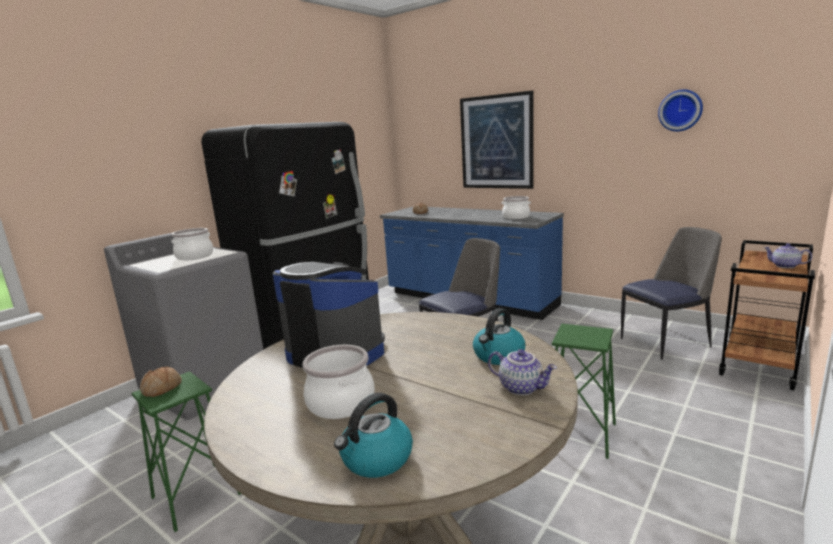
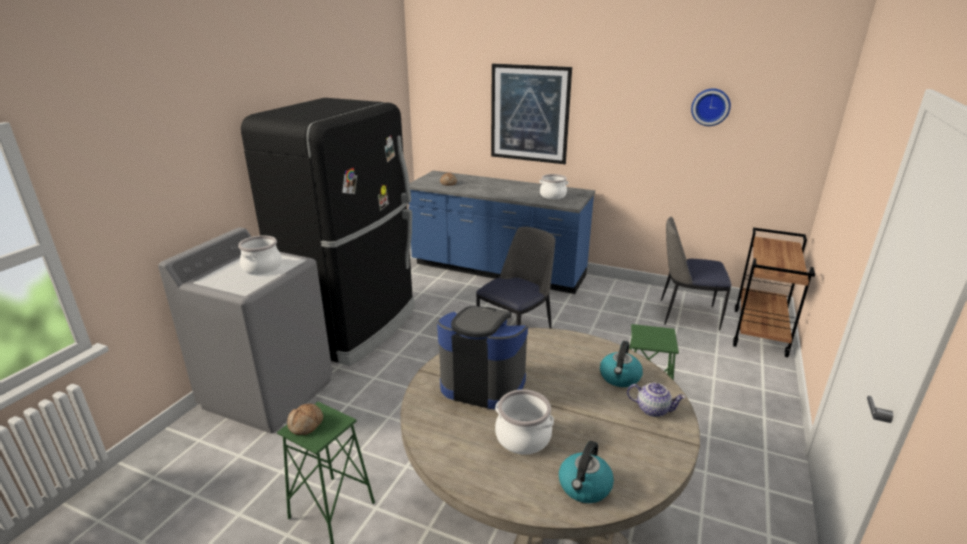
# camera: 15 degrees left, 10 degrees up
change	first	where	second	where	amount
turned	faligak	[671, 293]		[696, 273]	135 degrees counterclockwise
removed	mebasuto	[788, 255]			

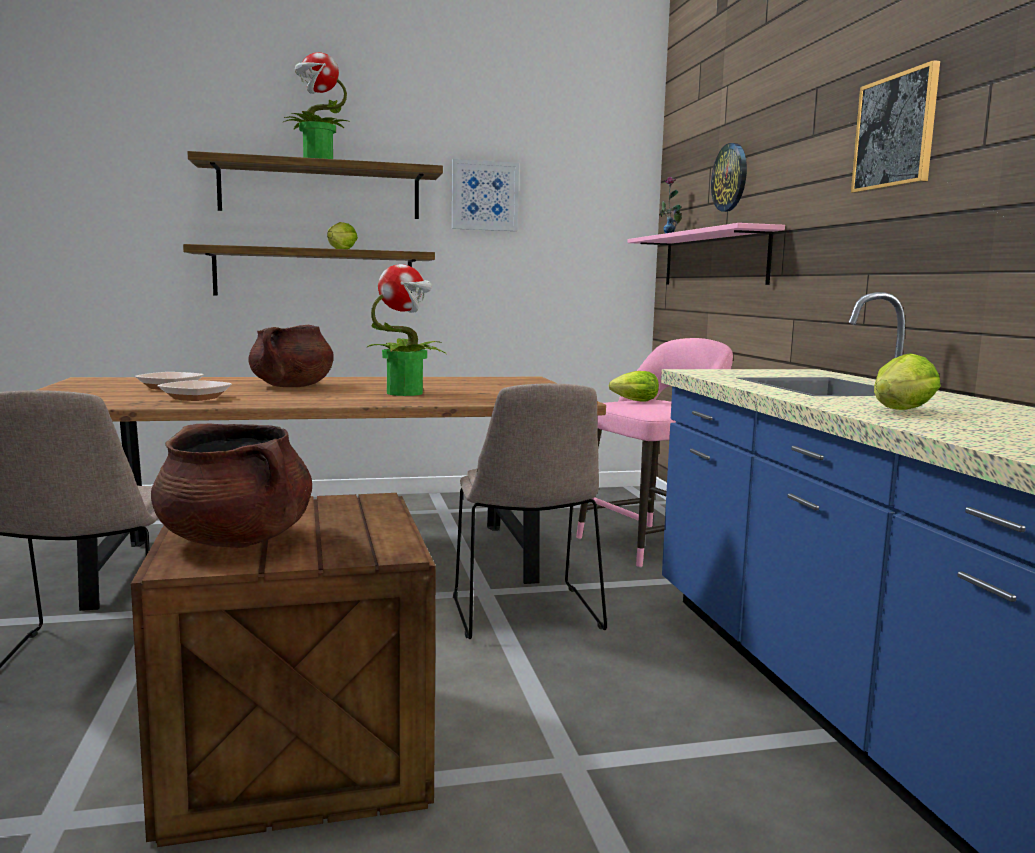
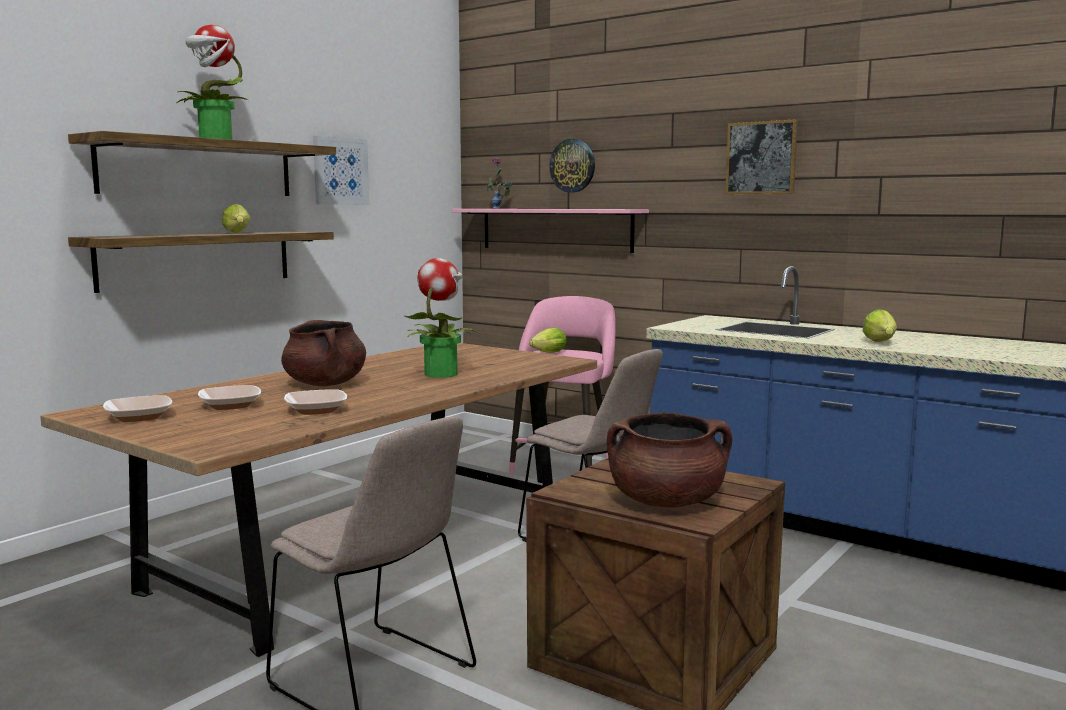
# camera: 40 degrees left, 0 degrees up
change	first	where	second	where	amount
added			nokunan	[137, 408]	

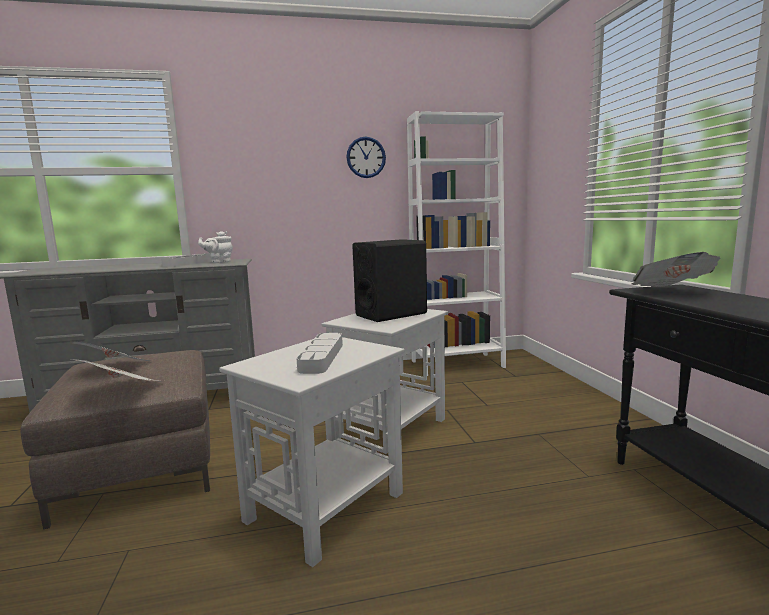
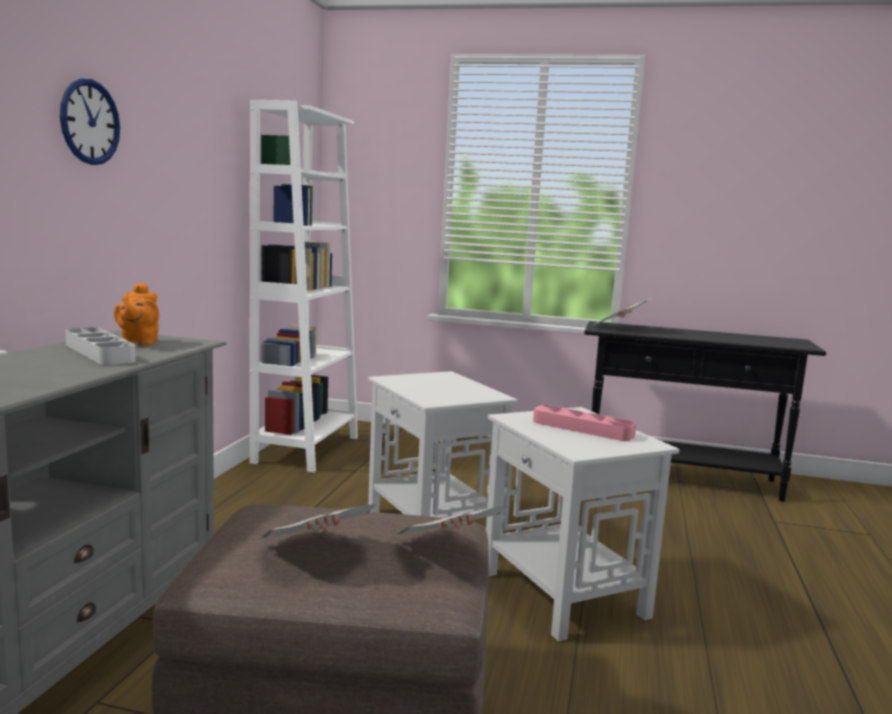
# camera: 65 degrees left, 0 degrees up
change	first	where	second	where	amount
moved	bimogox	[366, 157]		[90, 122]	
recoloured	white mebasuto	[215, 247]	orange mebasuto	[136, 314]	
removed	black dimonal	[389, 280]			
recoloured	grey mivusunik	[320, 353]	pink mivusunik	[584, 423]	

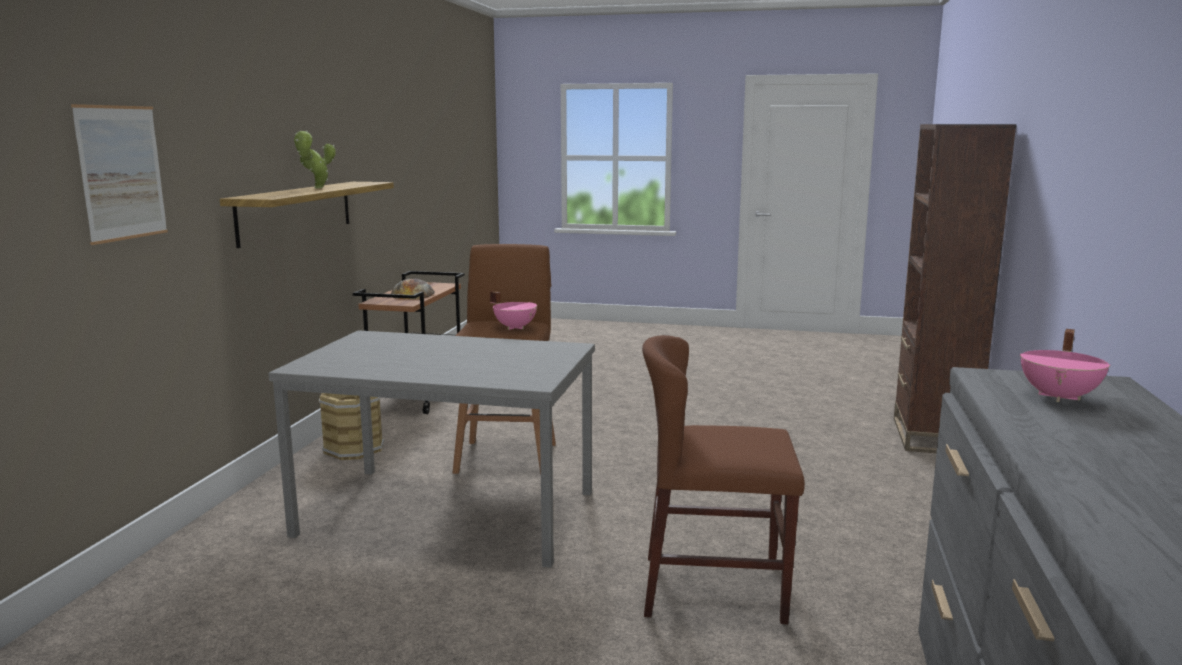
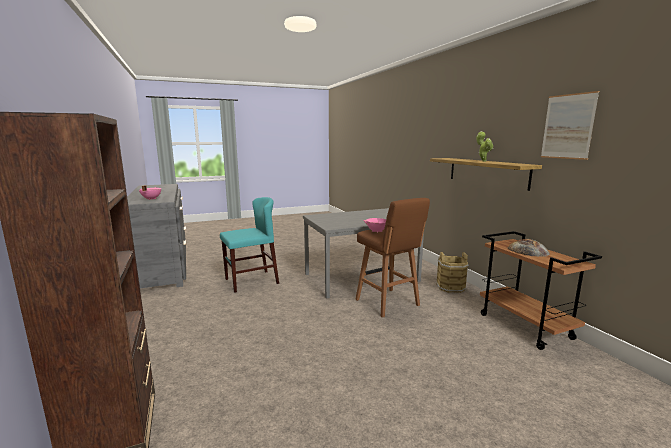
# camera: 145 degrees right, 0 degrees up
change	first	where	second	where	amount
moved	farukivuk	[119, 174]		[570, 125]	
recoloured	brown faligak	[723, 479]	turquoise faligak	[249, 245]	

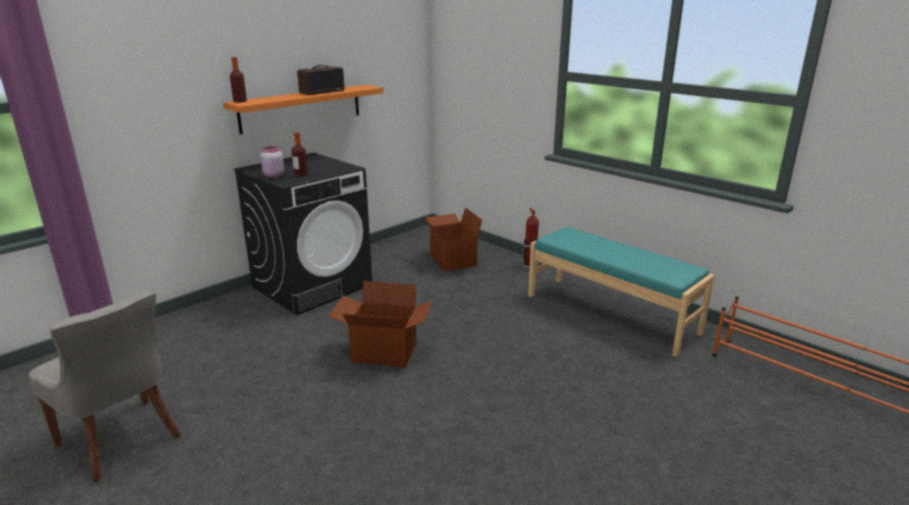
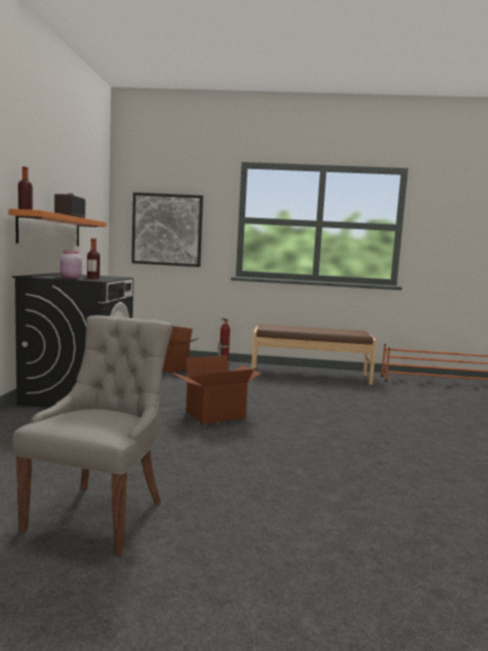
# camera: 40 degrees left, 15 degrees down
change	first	where	second	where	amount
recoloured	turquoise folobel	[621, 292]	brown folobel	[314, 354]	
turned	grey faligak	[104, 386]		[93, 435]	75 degrees counterclockwise
added			farukivuk	[167, 229]	

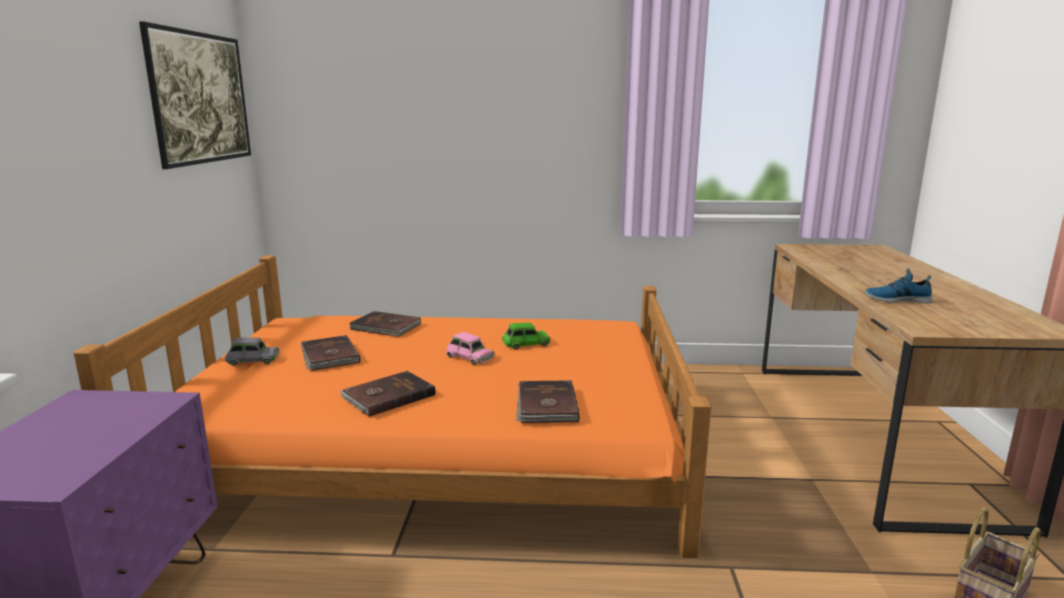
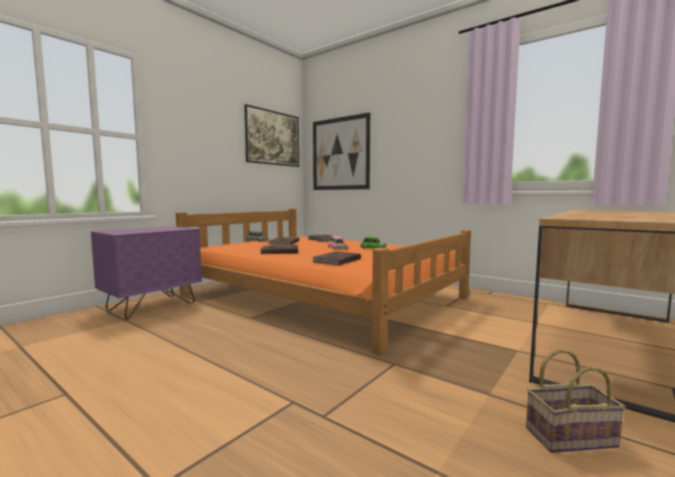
# camera: 35 degrees right, 10 degrees down
change	first	where	second	where	amount
removed	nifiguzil	[898, 286]			
added			farukivuk	[341, 151]	

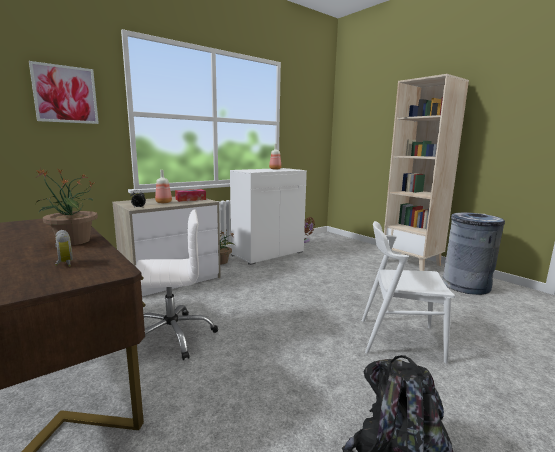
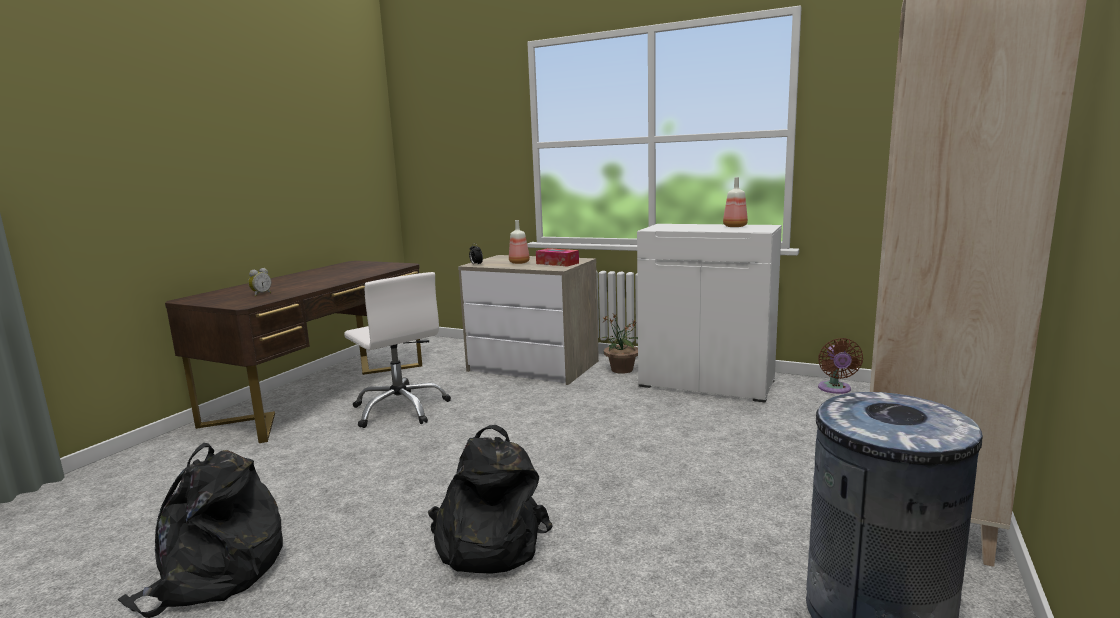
# camera: 65 degrees right, 0 degrees up
change	first	where	second	where	amount
removed	farukivuk	[64, 92]			
removed	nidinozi	[67, 206]			
replaced	white faligak	[409, 292]	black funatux	[490, 499]	

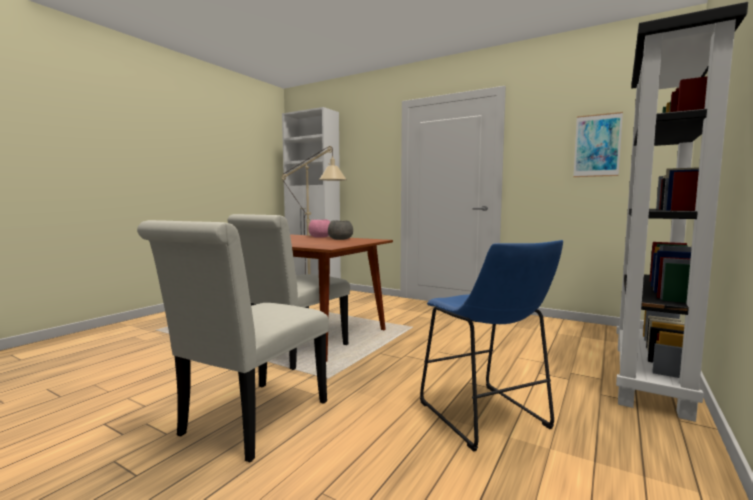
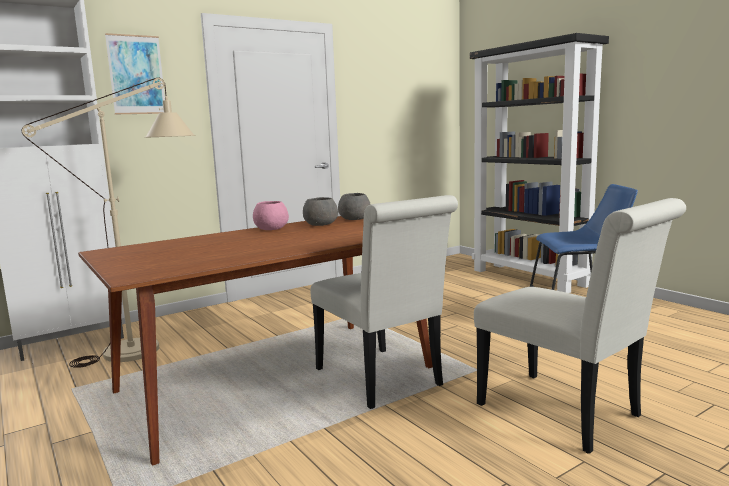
# camera: 65 degrees left, 5 degrees up
change	first	where	second	where	amount
moved	farukivuk	[598, 144]		[135, 73]	
added			grey nokunan	[354, 206]	

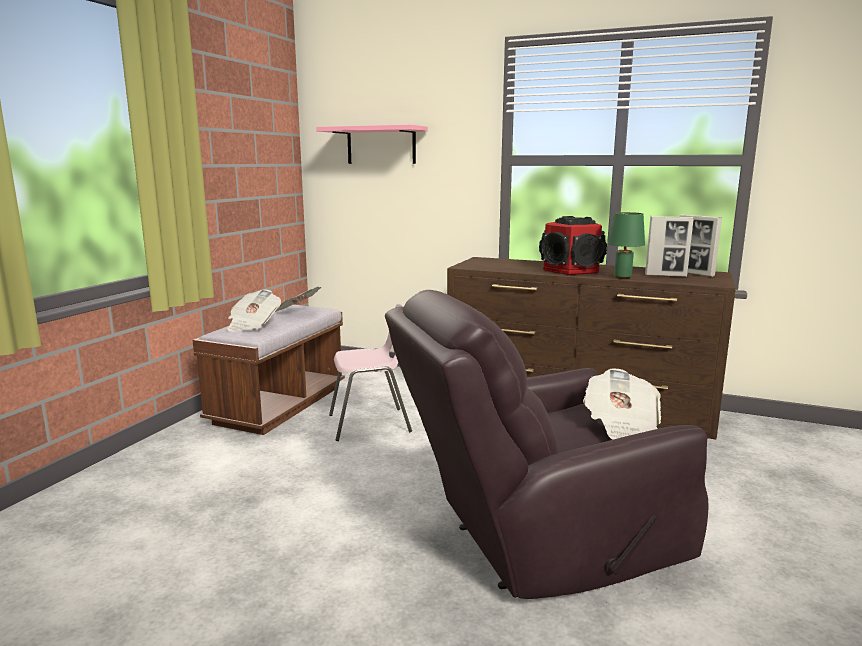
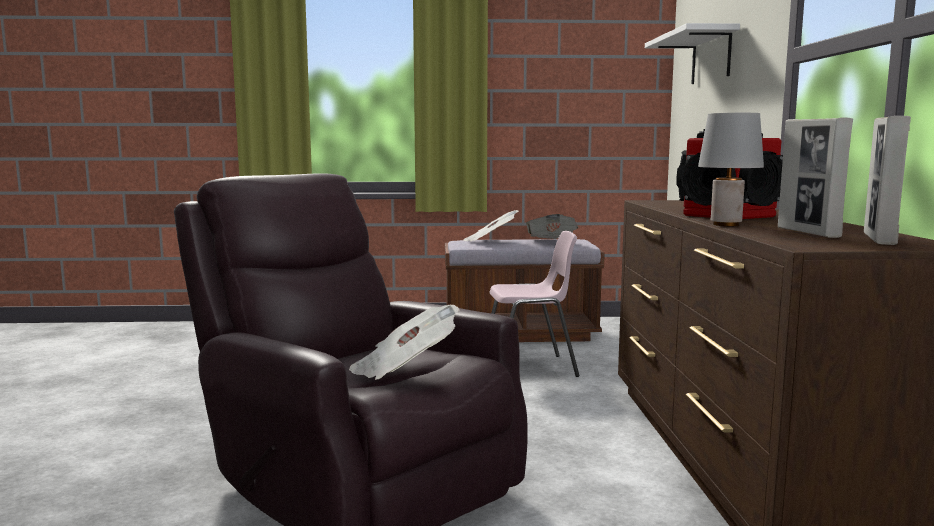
# camera: 65 degrees right, 5 degrees down
change	first	where	second	where	amount
recoloured	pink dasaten	[372, 144]	white dasaten	[692, 53]	
recoloured	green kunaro	[626, 245]	grey kunaro	[731, 169]	
turned	pink faligak	[370, 372]		[534, 304]	60 degrees counterclockwise

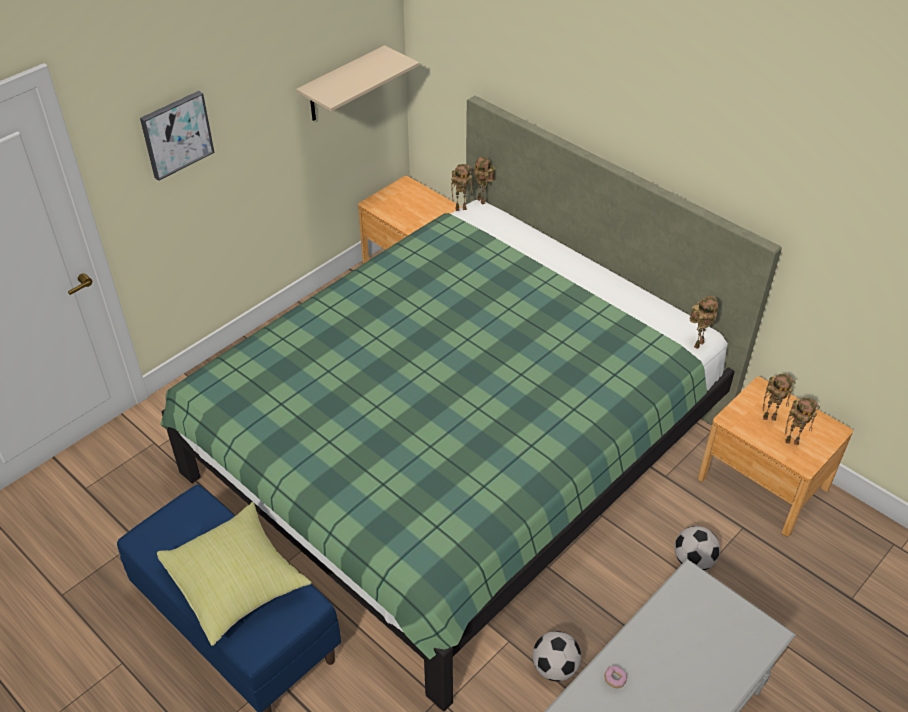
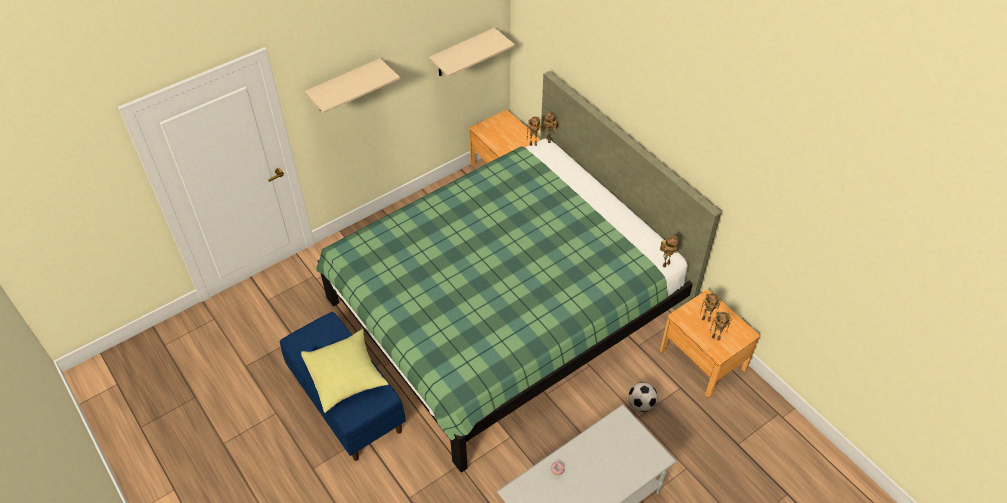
# camera: 10 degrees right, 5 degrees up
change	first	where	second	where	amount
replaced	farukivuk	[177, 136]	beige dasaten	[352, 85]	
removed	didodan	[557, 656]			

